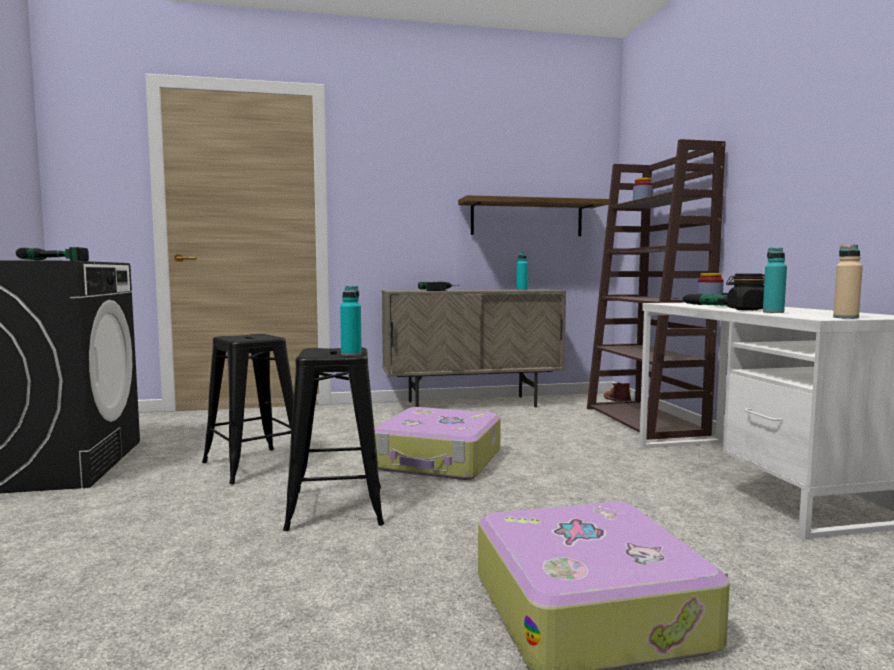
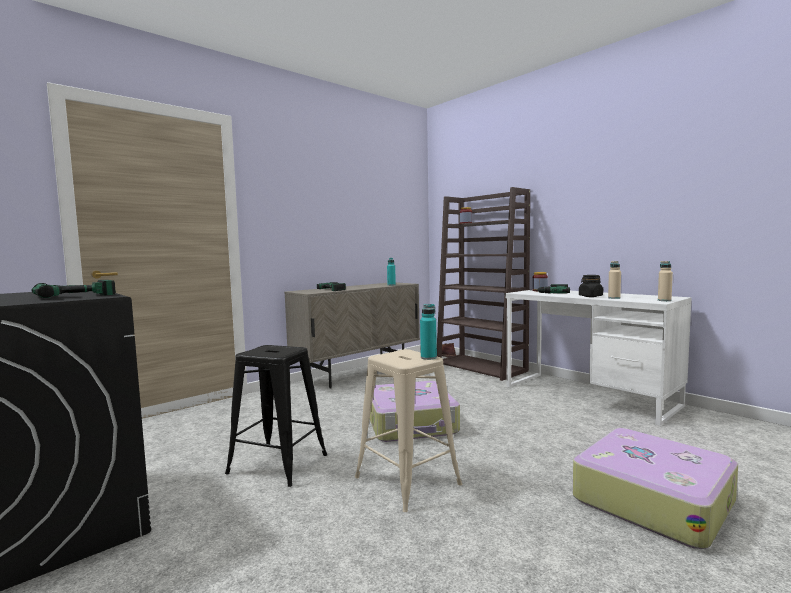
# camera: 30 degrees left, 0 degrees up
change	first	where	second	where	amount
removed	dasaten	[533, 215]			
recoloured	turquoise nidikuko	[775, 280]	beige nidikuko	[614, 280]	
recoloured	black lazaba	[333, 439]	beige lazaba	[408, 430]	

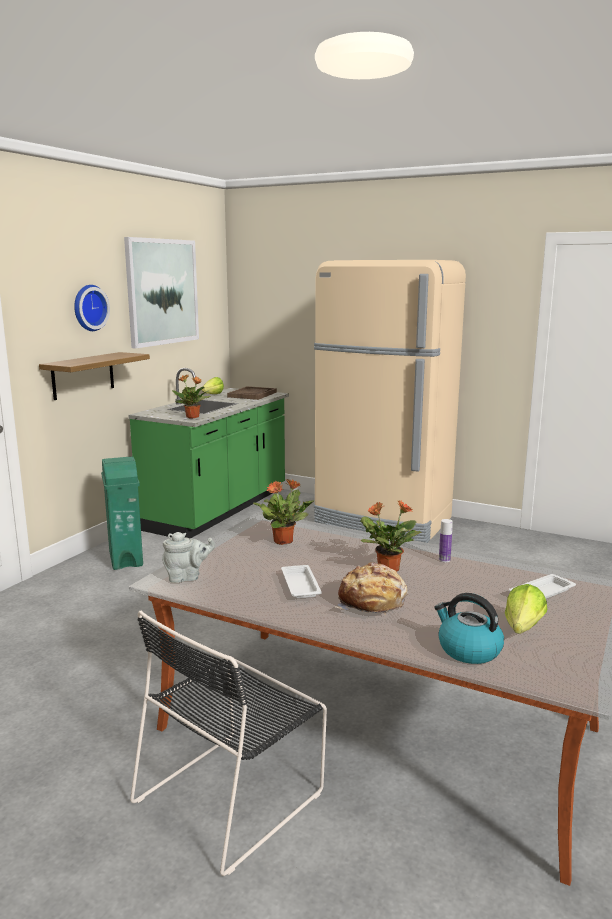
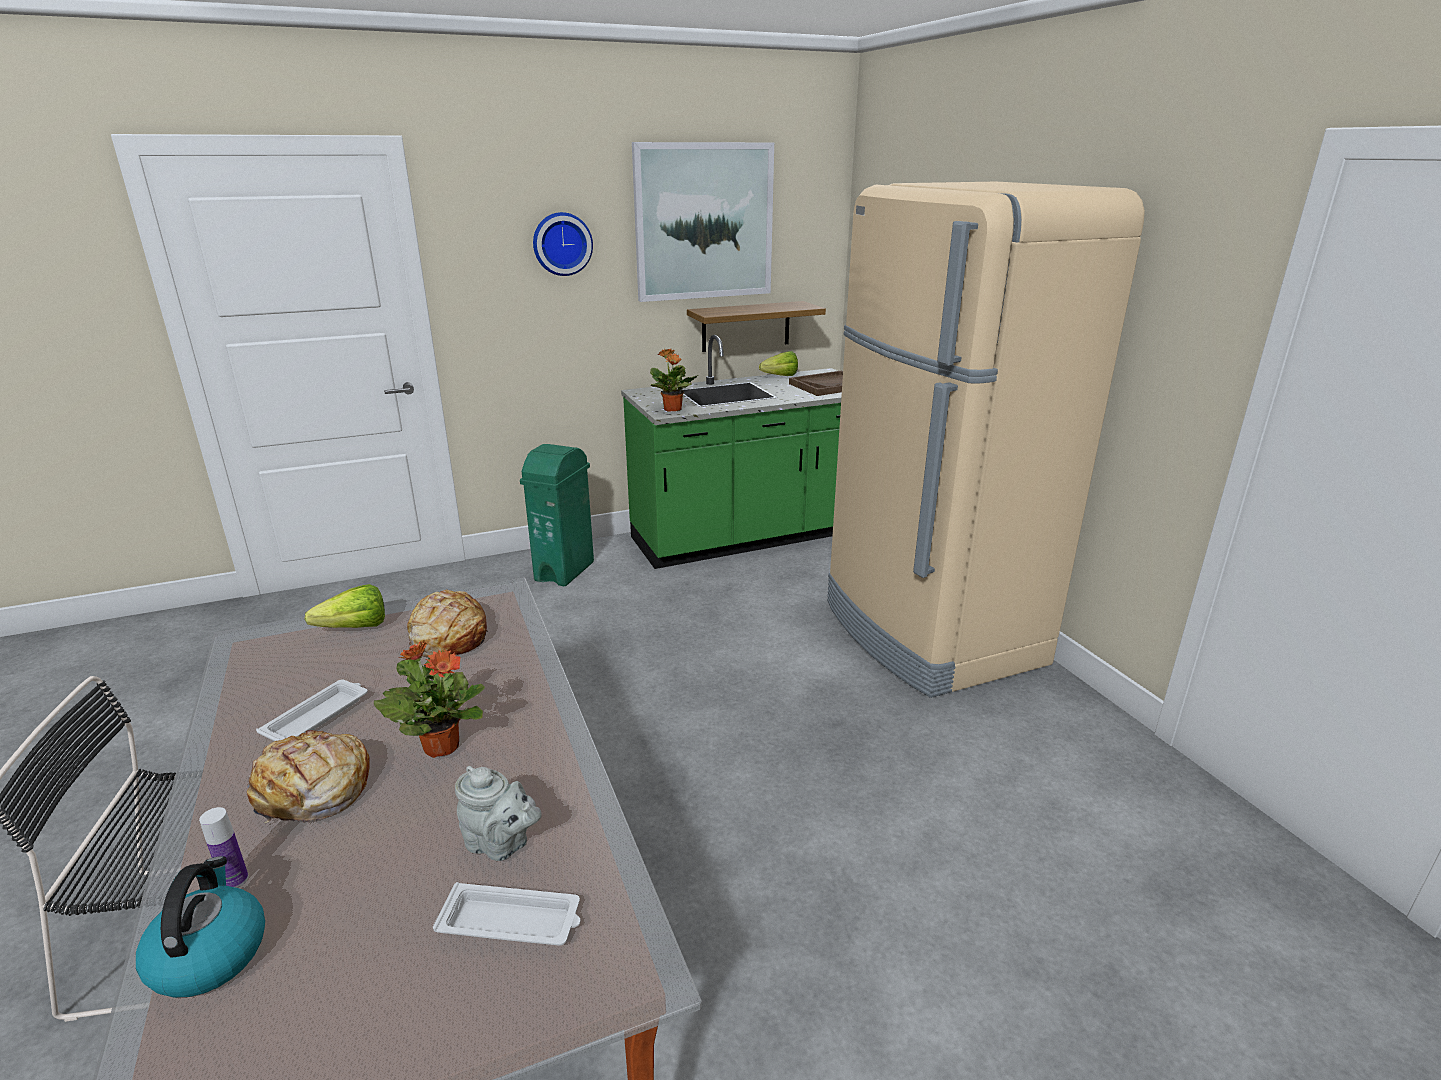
# camera: 40 degrees right, 10 degrees up
change	first	where	second	where	amount
moved	dasaten	[94, 376]		[756, 326]	
replaced	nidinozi	[284, 512]	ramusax	[447, 623]	
moved	nidikuko	[446, 540]		[224, 847]	
moved	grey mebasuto	[188, 557]		[498, 813]	
moved	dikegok	[526, 609]		[345, 606]	

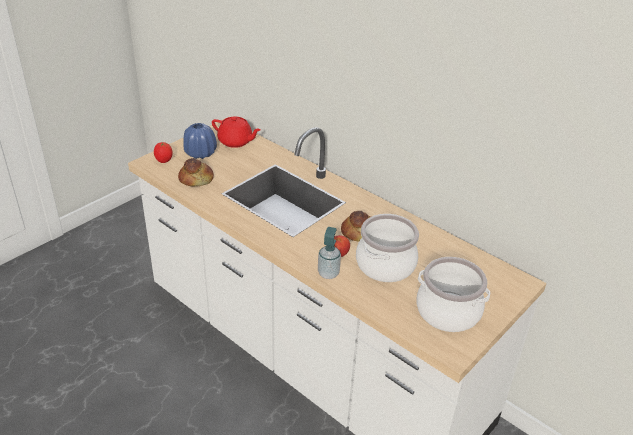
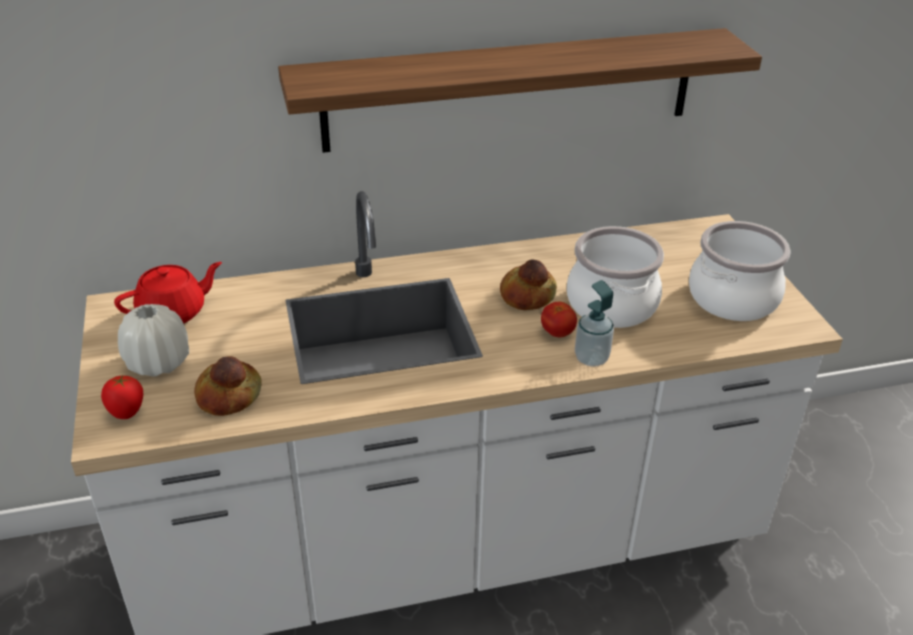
# camera: 55 degrees left, 0 degrees up
change	first	where	second	where	amount
recoloured	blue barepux	[200, 141]	white barepux	[153, 340]	
added			dasaten	[520, 90]	

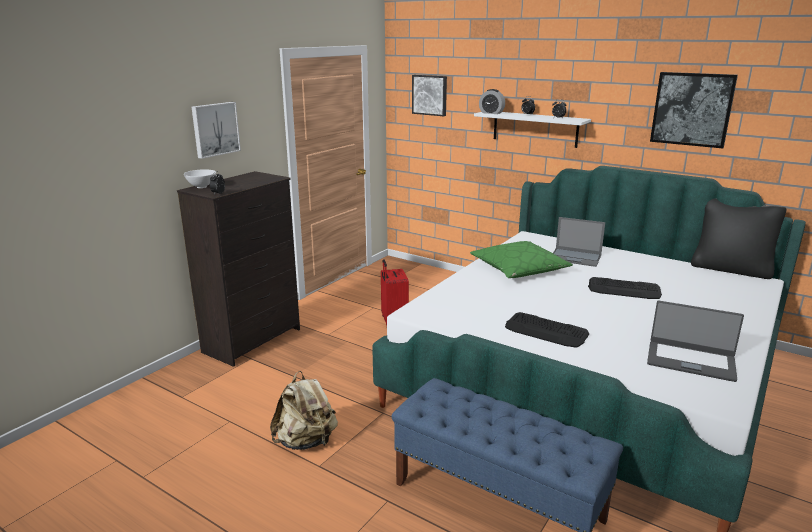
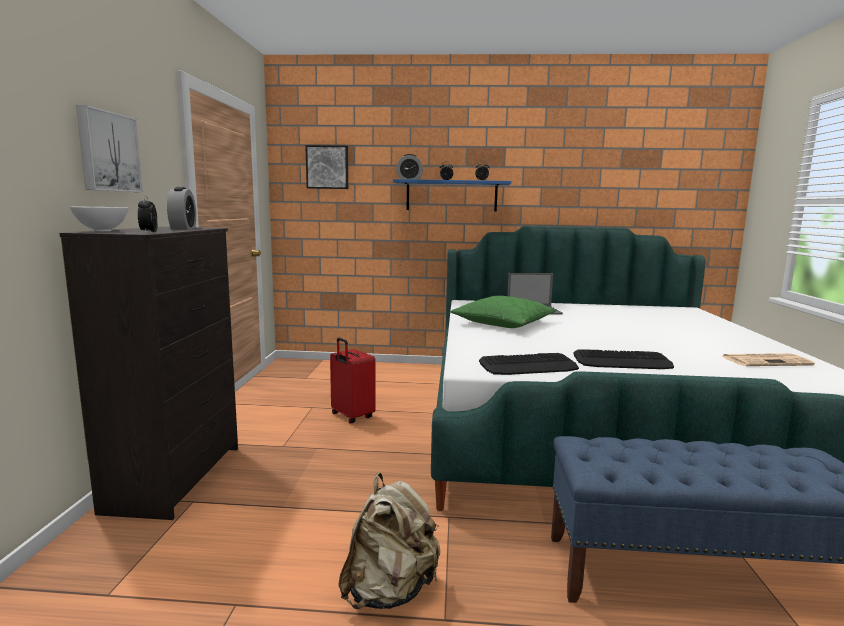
# camera: 30 degrees left, 10 degrees down
change	first	where	second	where	amount
removed	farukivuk	[694, 110]			
recoloured	white dasaten	[532, 130]	blue dasaten	[452, 195]	
removed	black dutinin	[738, 238]			
moved	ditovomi	[625, 288]		[529, 364]	
replaced	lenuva	[695, 341]	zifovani	[767, 359]	
added			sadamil	[181, 208]	

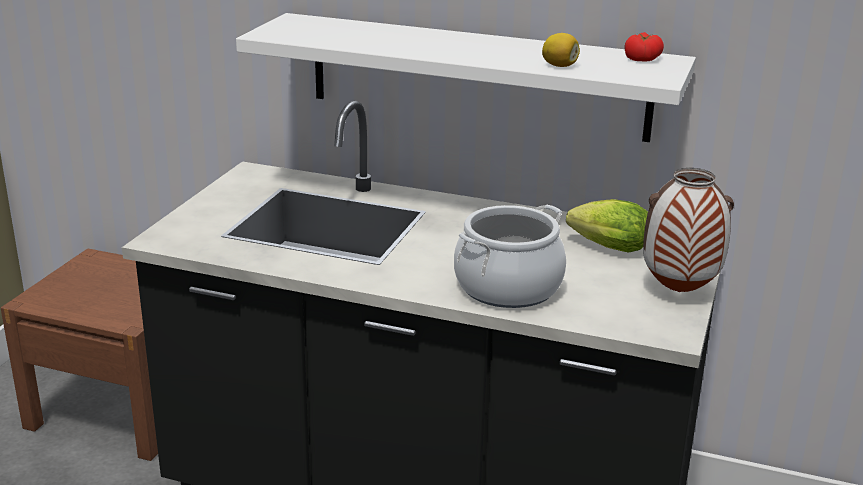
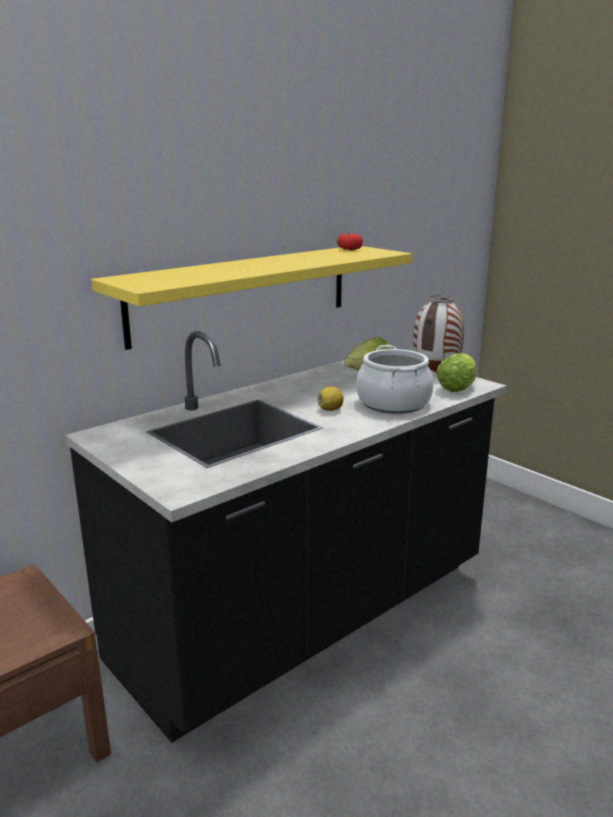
# camera: 60 degrees left, 5 degrees down
change	first	where	second	where	amount
recoloured	white dasaten	[466, 77]	yellow dasaten	[251, 298]	
moved	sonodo	[561, 50]		[331, 399]	
added			dikegok	[456, 372]	

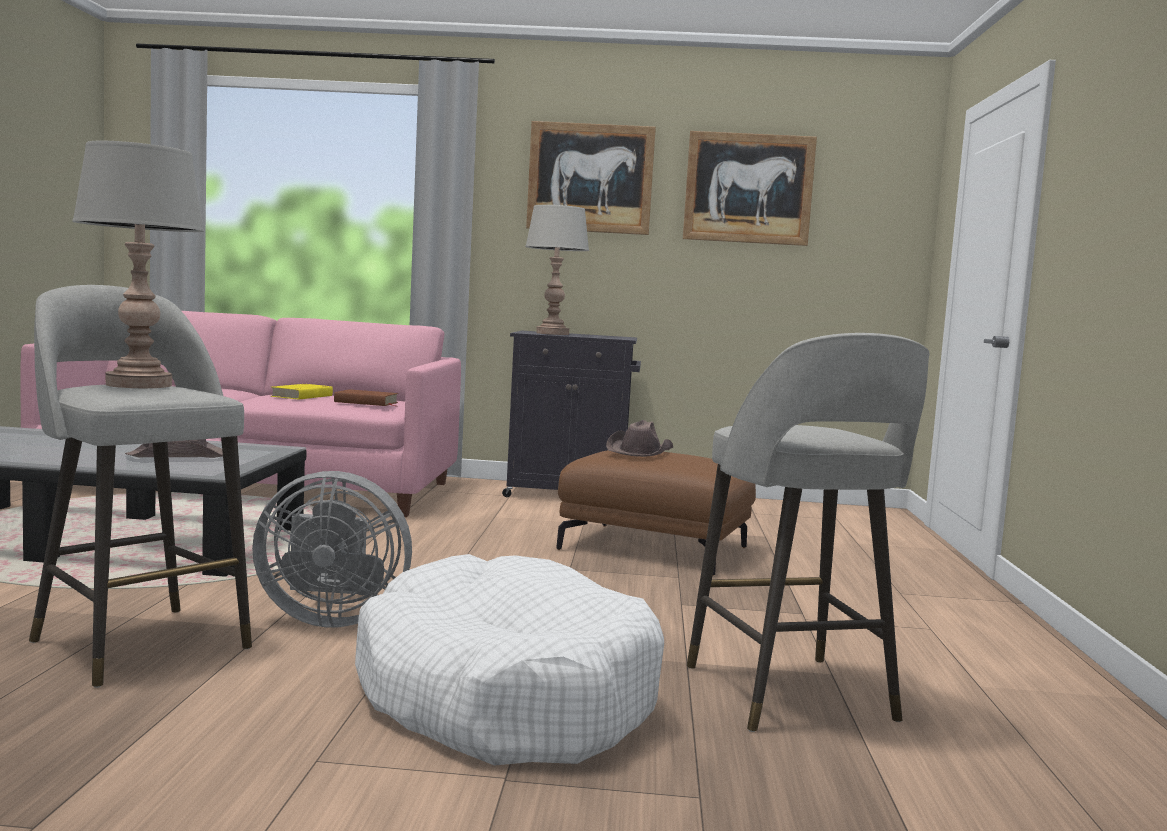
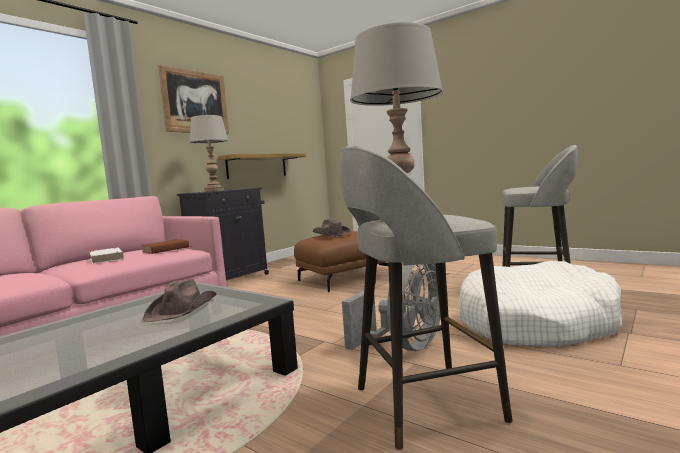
# camera: 55 degrees left, 0 degrees up
change	first	where	second	where	amount
removed	farukivuk	[750, 188]			
recoloured	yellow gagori	[301, 392]	white gagori	[106, 255]	
added			dasaten	[262, 166]	

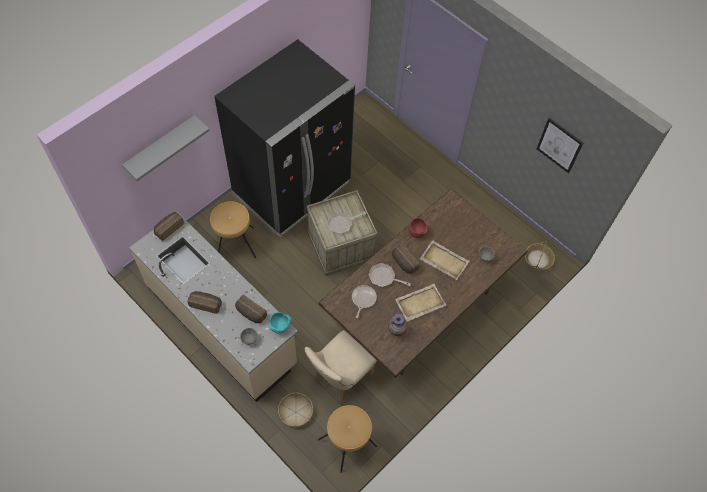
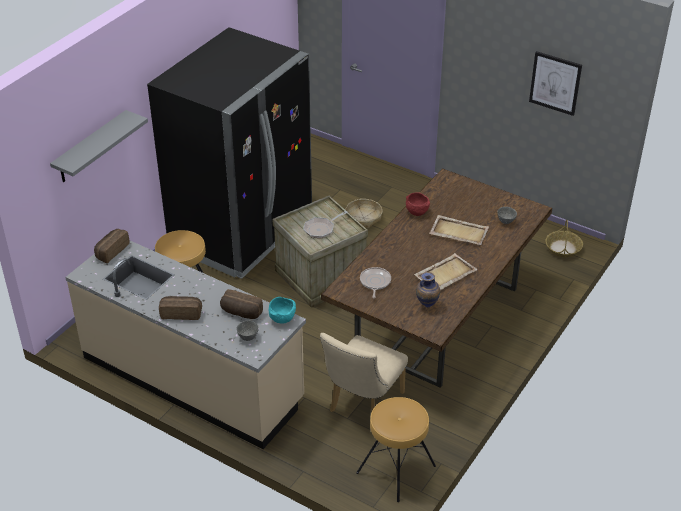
# camera: 10 degrees left, 20 degrees down
change	first	where	second	where	amount
removed	ramusax	[405, 259]			
removed	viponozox	[389, 275]			
moved	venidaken	[295, 410]		[364, 213]	

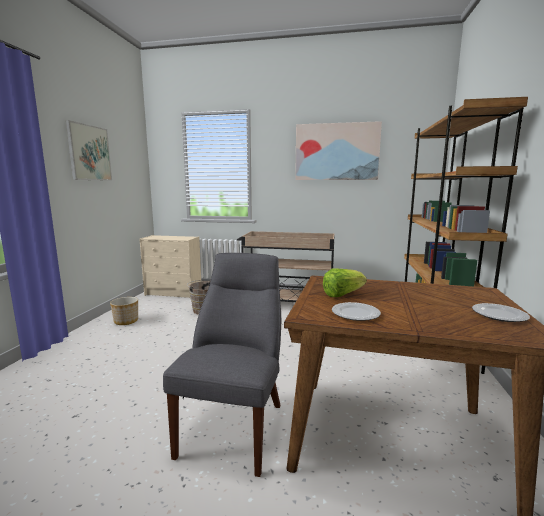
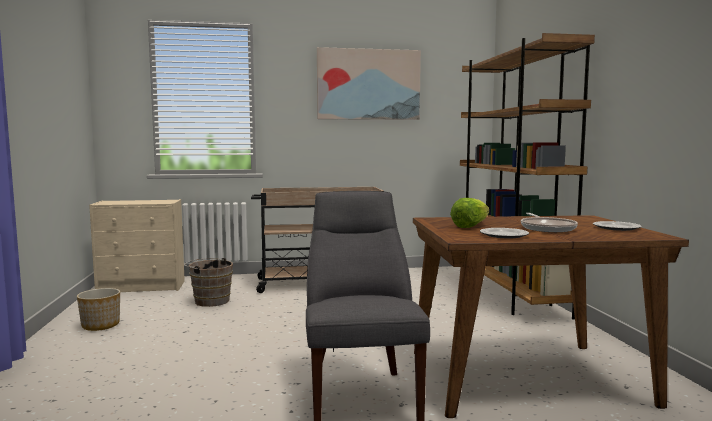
# camera: 20 degrees left, 5 degrees down
change	first	where	second	where	amount
removed	farukivuk	[89, 150]			
added			viponozox	[549, 222]	

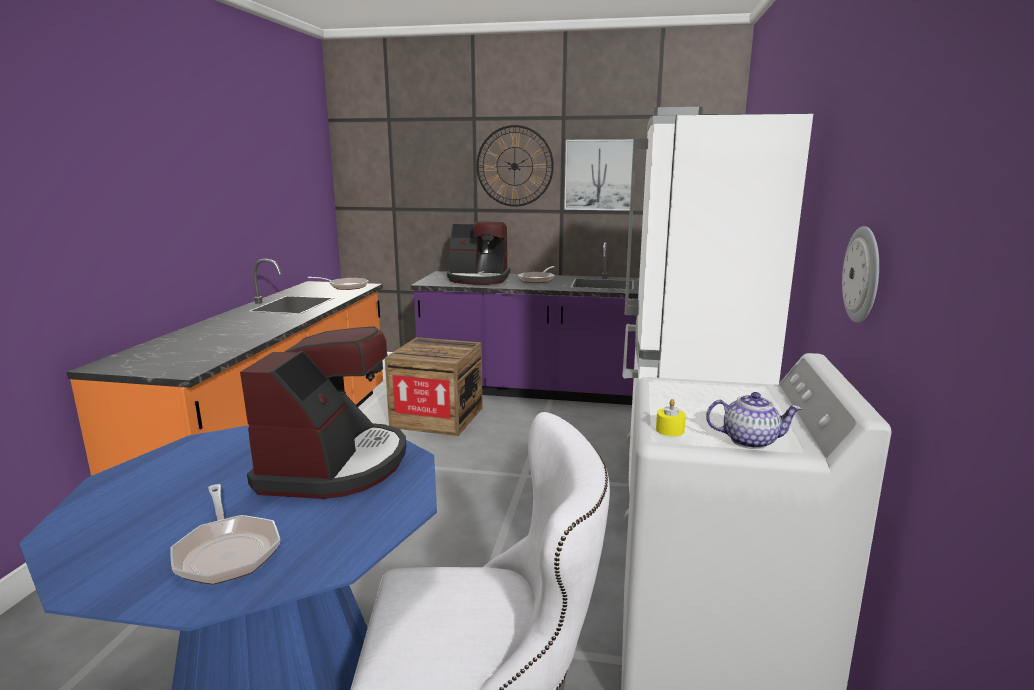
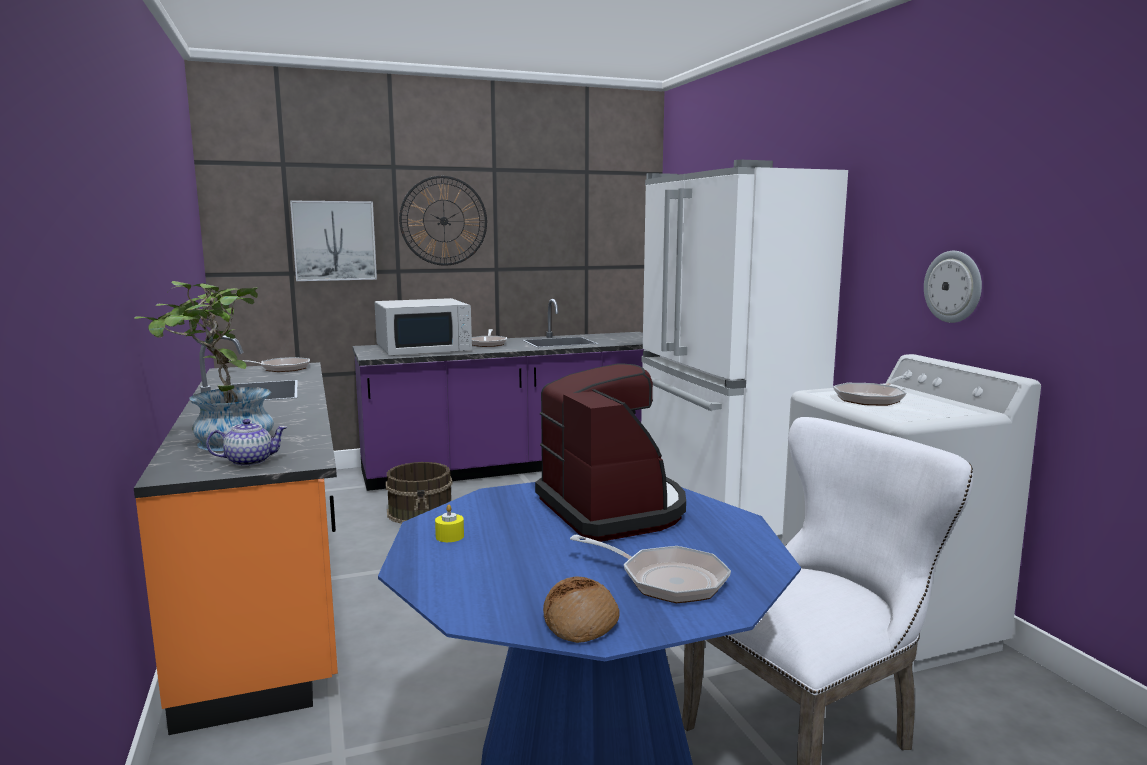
# camera: 30 degrees left, 5 degrees down
change	first	where	second	where	amount
moved	farukivuk	[598, 175]		[333, 241]	
replaced	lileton	[478, 253]	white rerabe	[423, 326]	
replaced	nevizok	[434, 386]	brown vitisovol	[418, 493]	
moved	mebasuto	[754, 420]		[246, 442]	
moved	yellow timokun	[671, 417]		[449, 523]	
added			nidinozi	[204, 366]	
added			viponozox	[872, 390]	
added			ramusax	[581, 610]	

